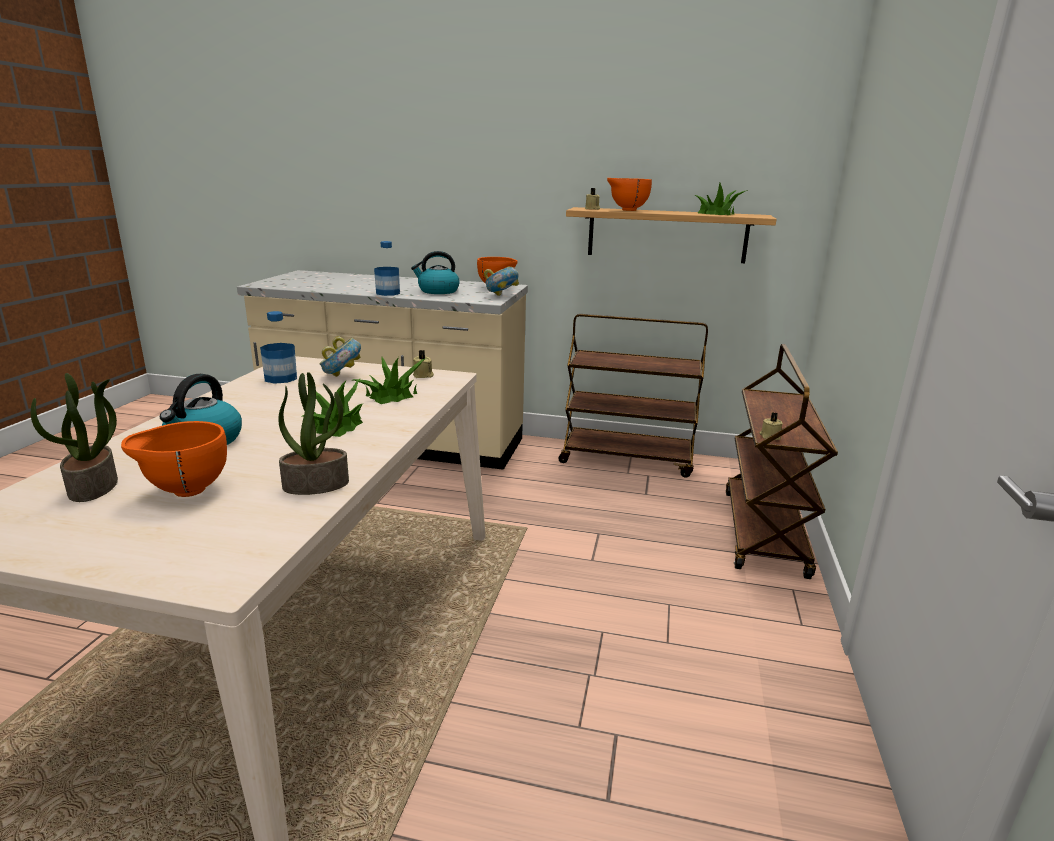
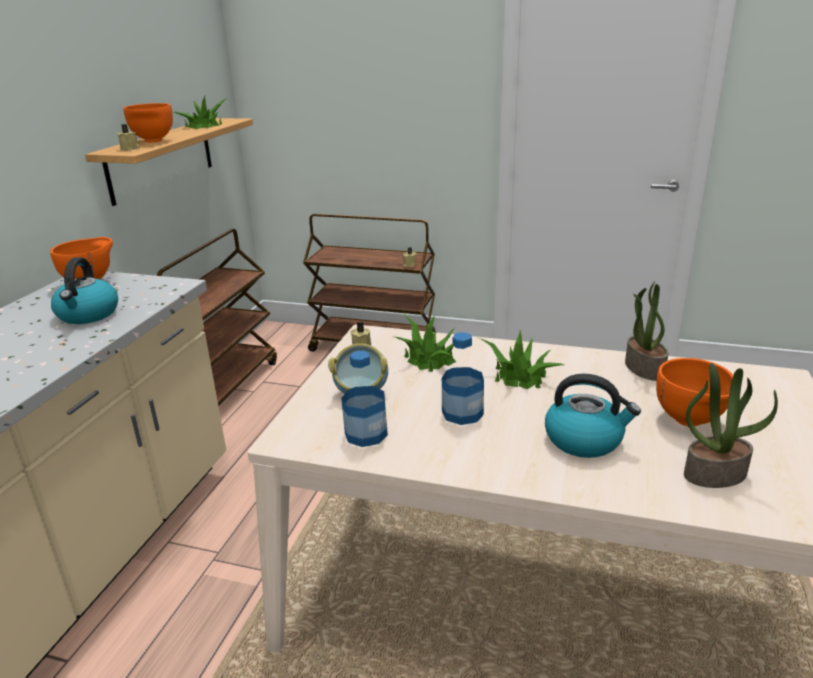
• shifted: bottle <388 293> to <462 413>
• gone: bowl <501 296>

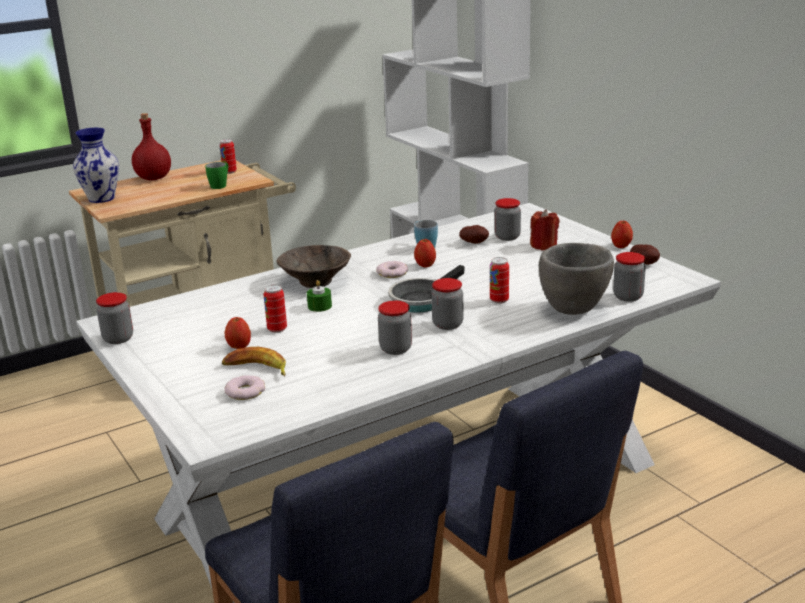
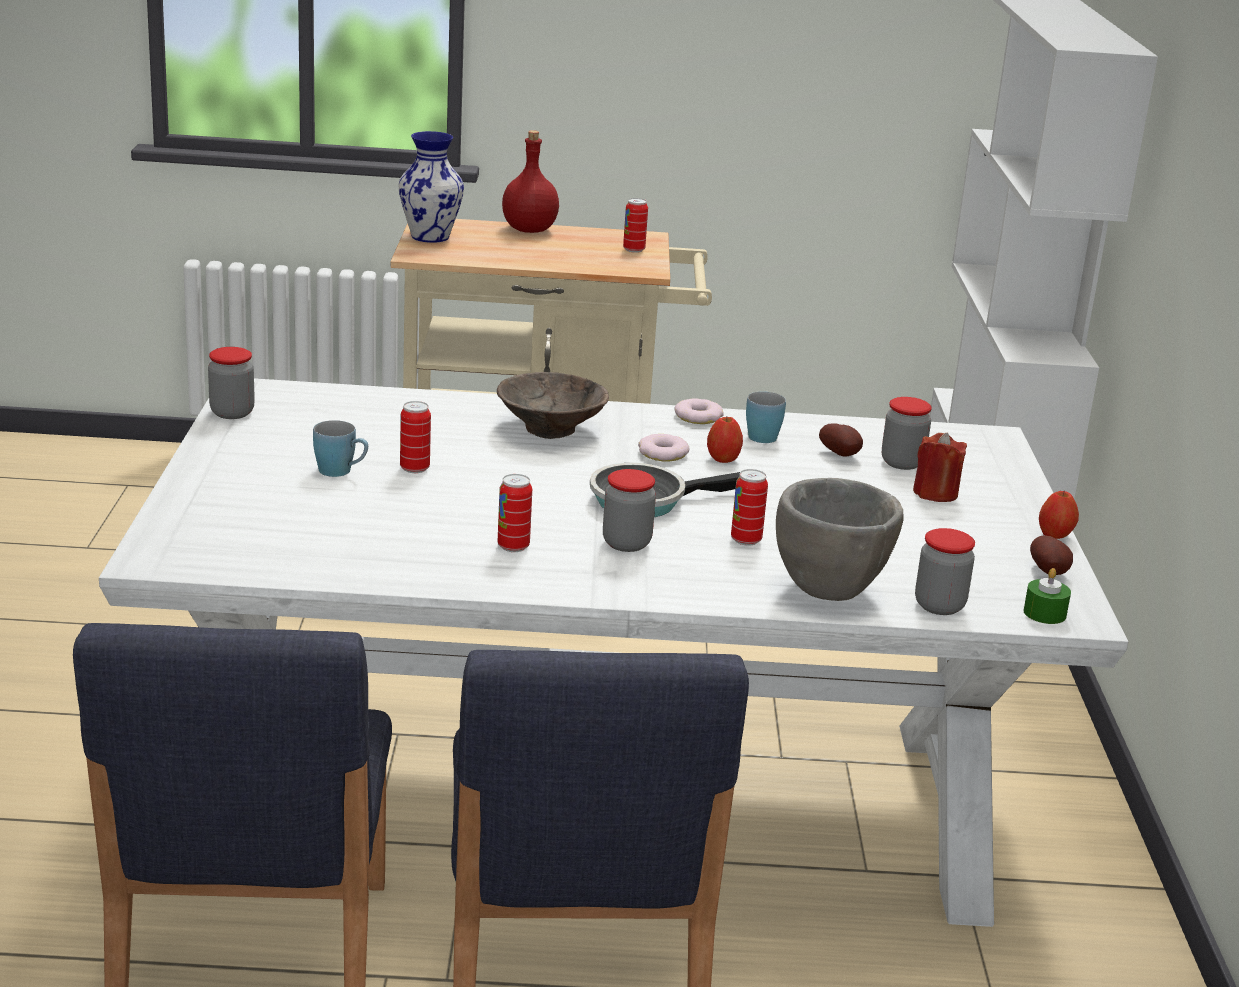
• gone: green_mug <220 185>
• shifted: green_candle <319 306> to <1044 613>
• swapped: jar <395 349> to can <513 546>
• swapped: apple <239 347> to blue_mug <342 472>
• gone: banana <256 369>
• shifted: donut <245 392> to <698 417>

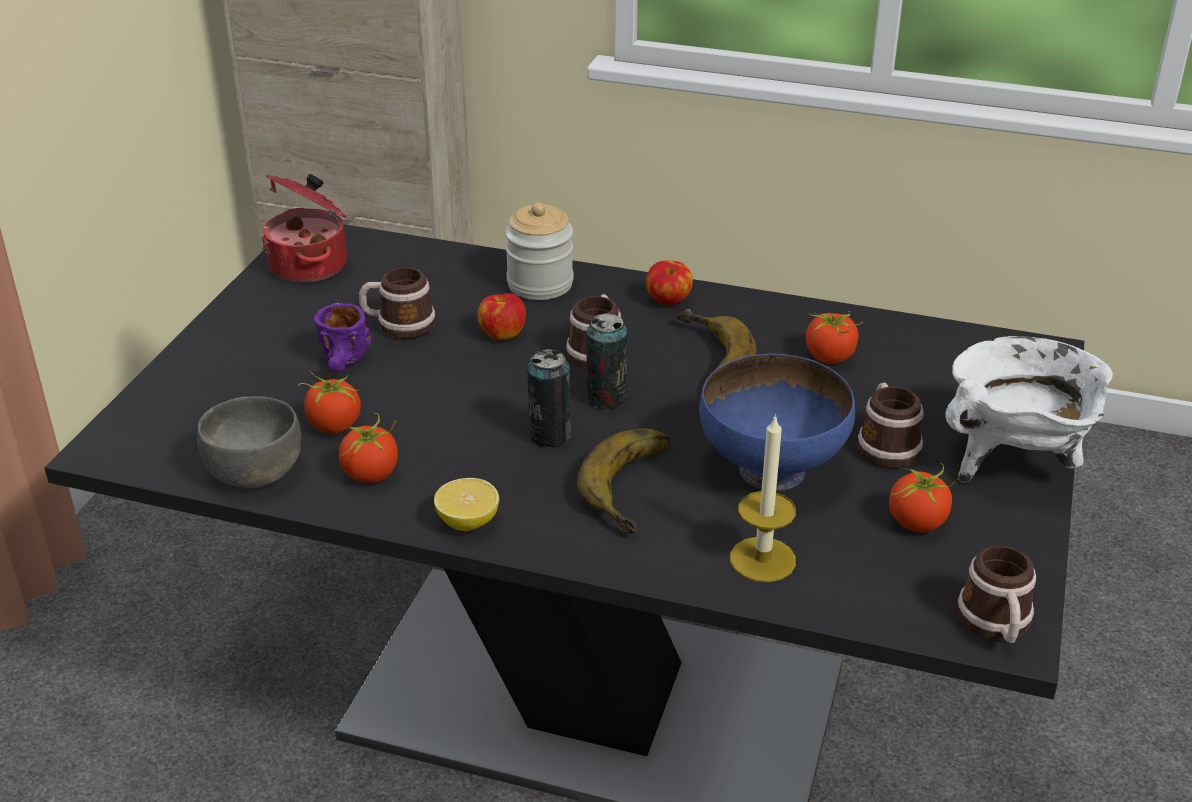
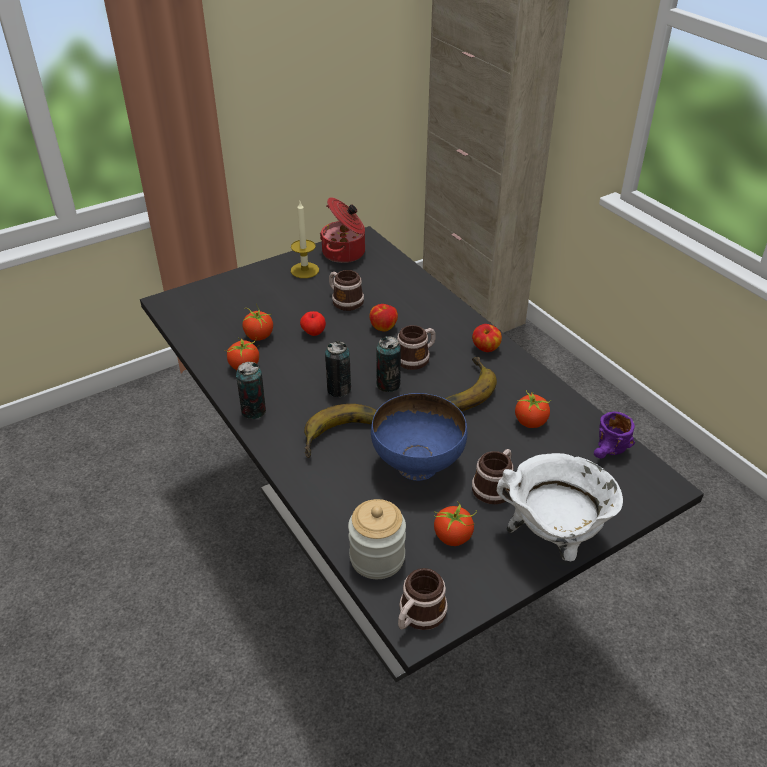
• shifted: jar <540 284> to <377 558>
• shifted: purple_mug <345 365> to <609 453>
• gone: grey_bowl <253 471>
• shifted: candle <762 559> to <305 270>
• swapped: lemon <468 521> to can <253 411>
• new: apple <313 333>

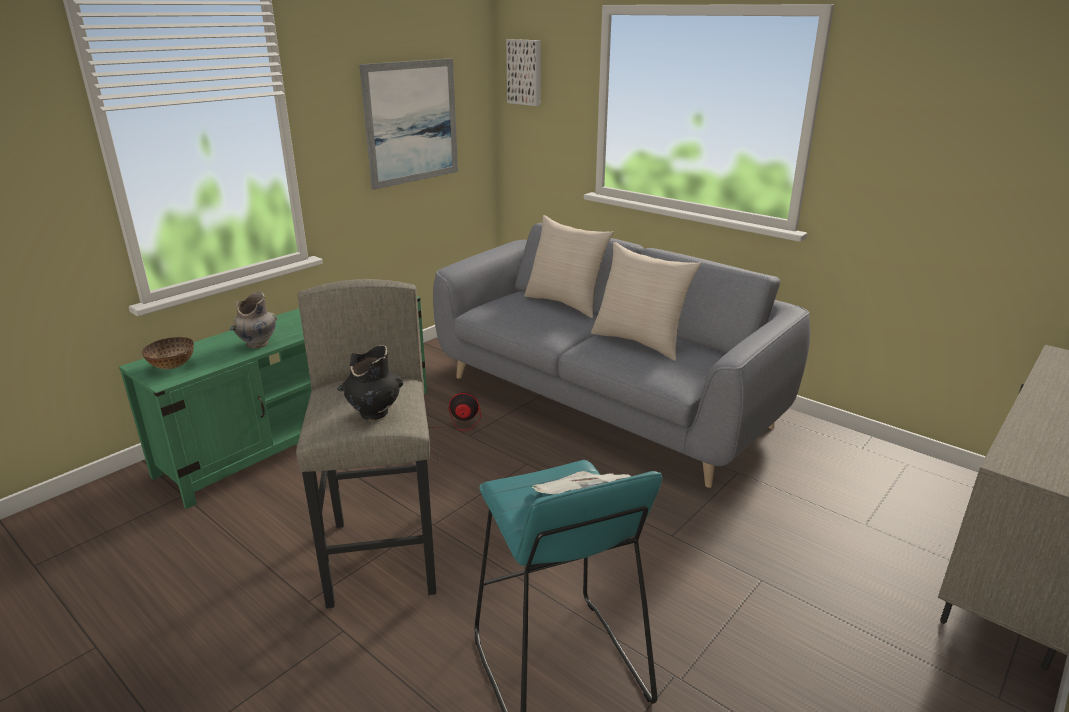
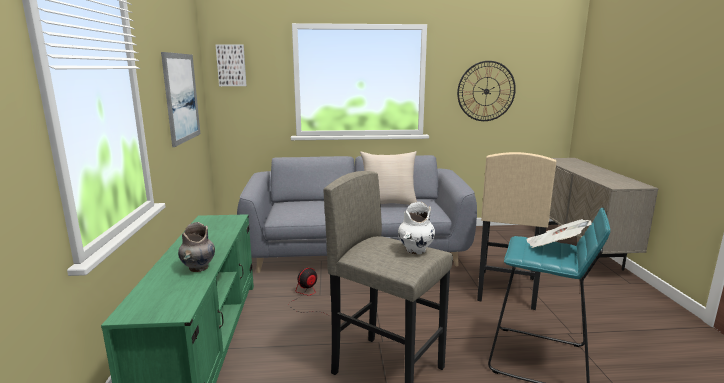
• gone: beige_pillow <566 303>
• gone: bowl <172 366>
• repainted: black_vase <373 413> to white_vase <415 251>
• new: wall_clock <486 91>
• new: beige_stool <505 289>

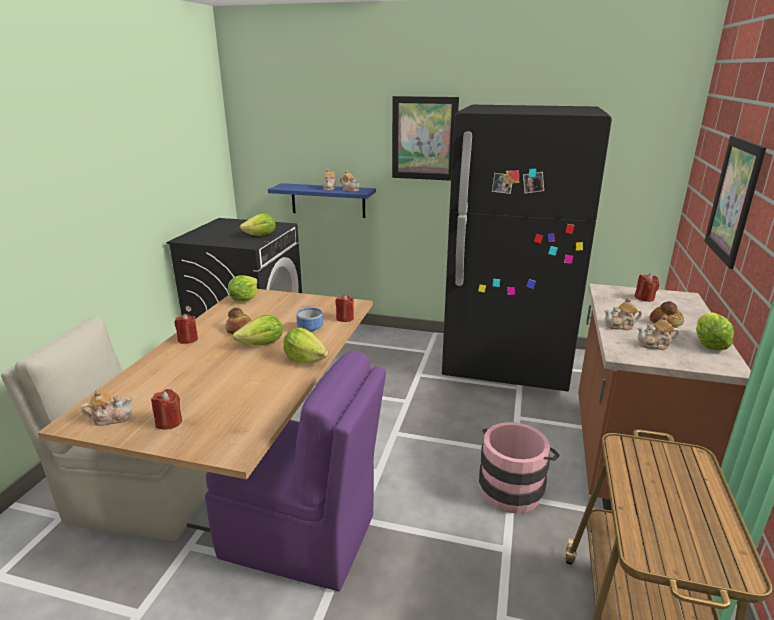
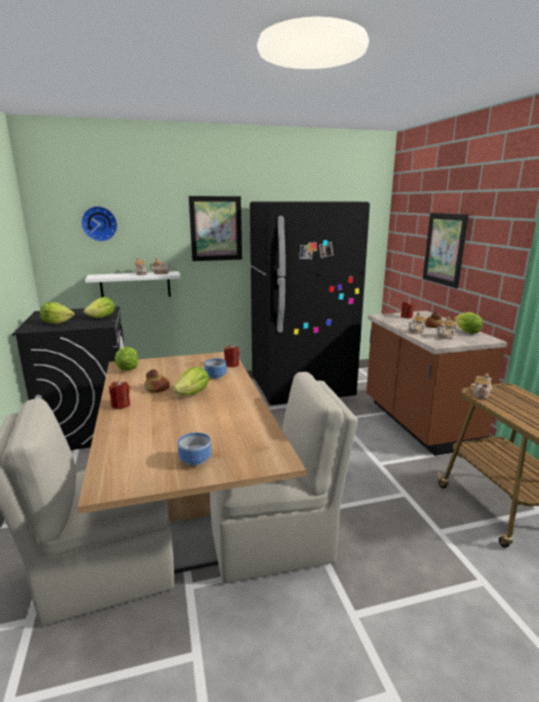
• repainted: blue_shelf <328 200> to white_shelf <135 285>
• shifted: lettuce <305 359> to <57 322>
• repainted: purple_chair <302 537> to beige_chair <274 541>
• shifted: teapot <111 418> to <481 394>
• swapped: red_candle <169 422> to bowl <196 460>
• gone: pink_bucket <513 487>
• new: wall_clock <99 223>

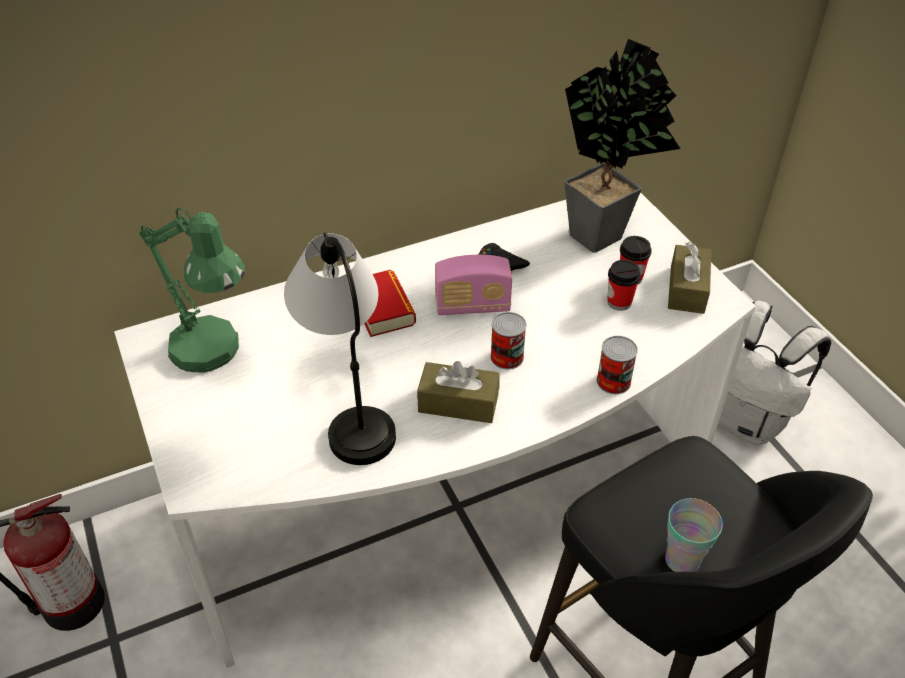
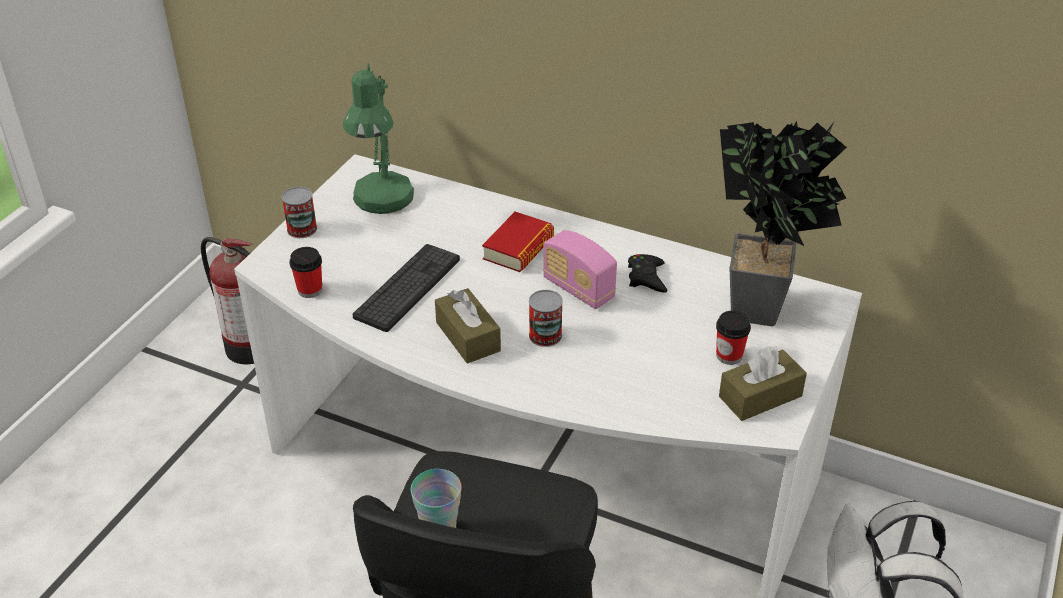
• swapped: table_lamp <351 404> to keyboard <407 288>
• shifted: cup <619 302> to <310 290>
• shifted: can <613 381> to <302 229>

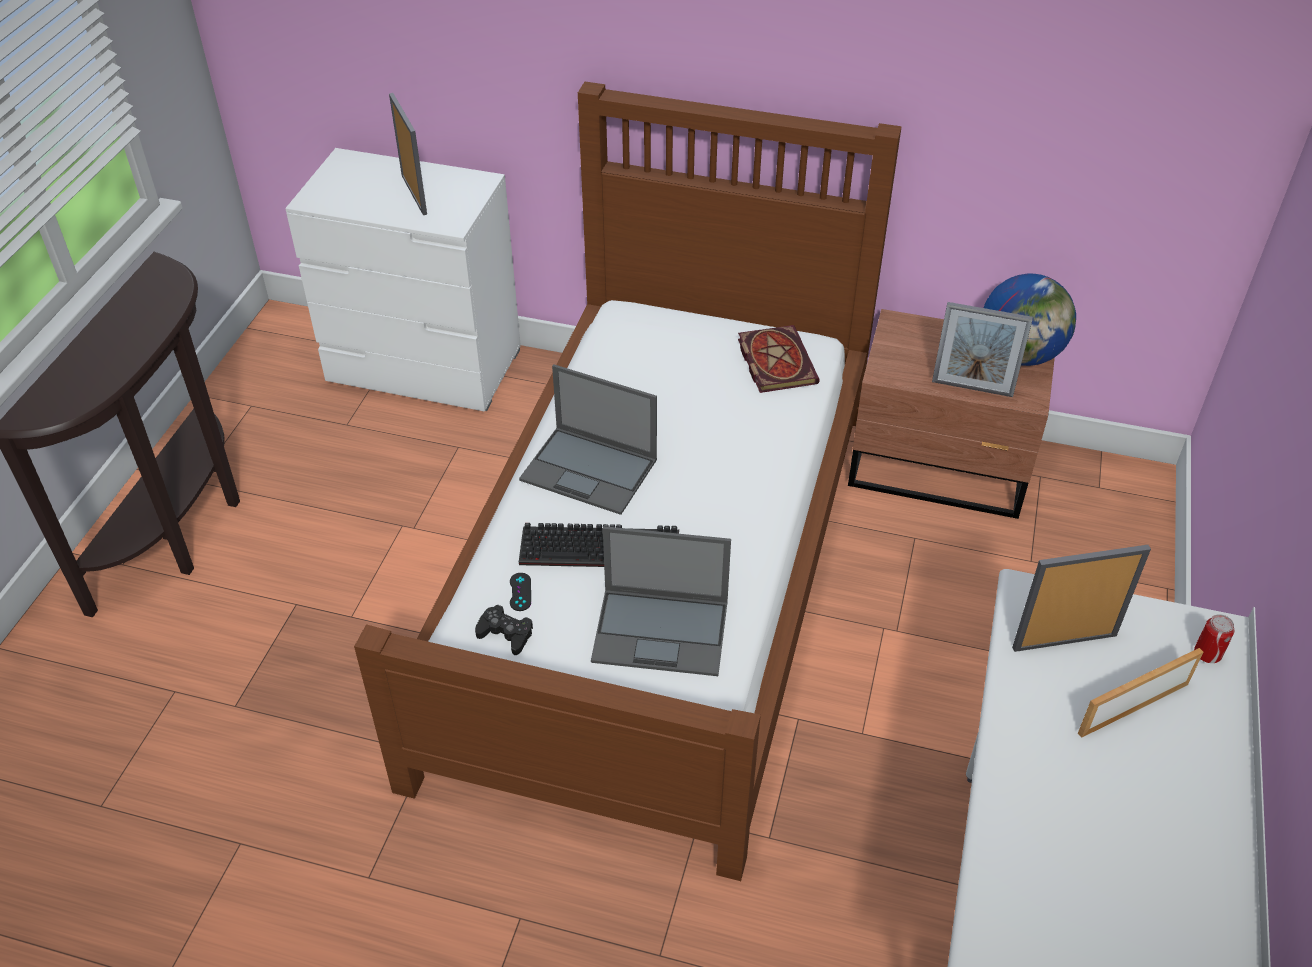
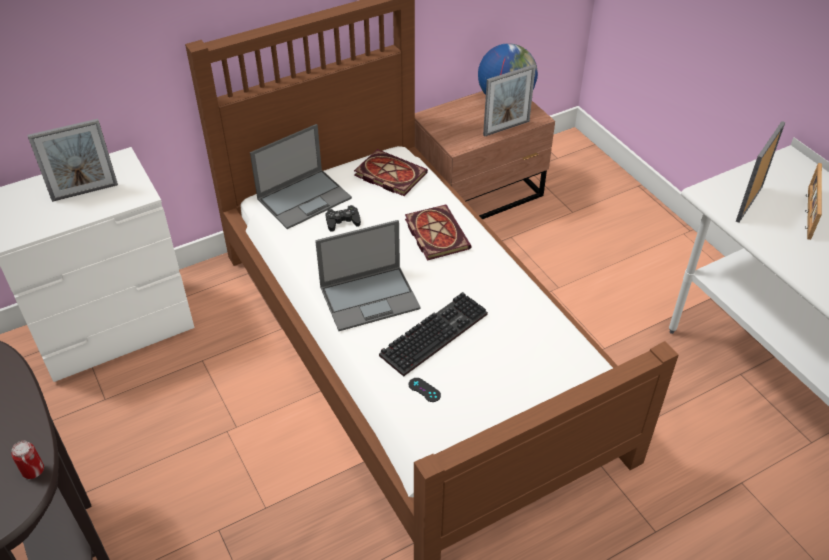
• rotated: picture_frame <414 195> = <85 192> 135 degrees clockwise
• shifted: laptop <662 631> to <305 198>
• shifted: black_game_controller <505 634> to <342 221>
• shifted: can <1207 654> to <33 470>
• new: book <435 233>

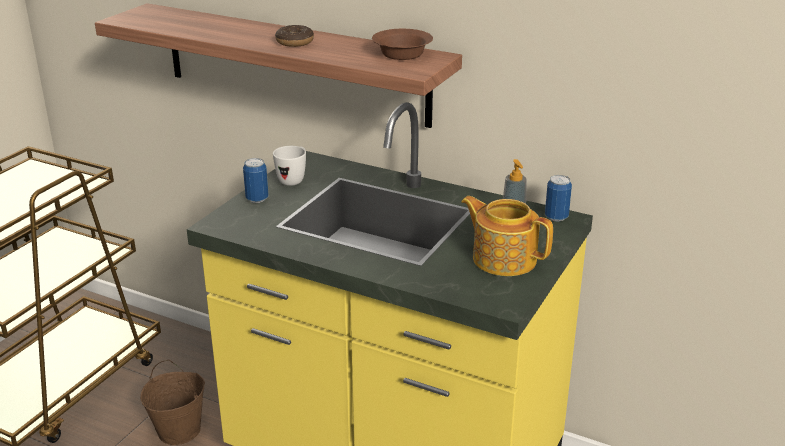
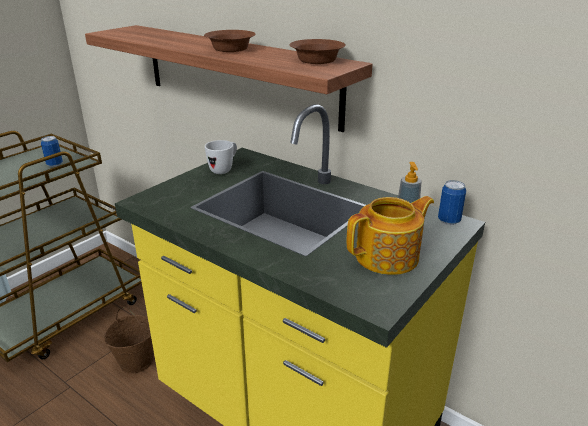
• swapped: donut <295 42> to brown_bowl <229 49>
• shifted: can <257 199> to <54 164>
• rotated: teapot <503 258> = <388 257> 105 degrees clockwise

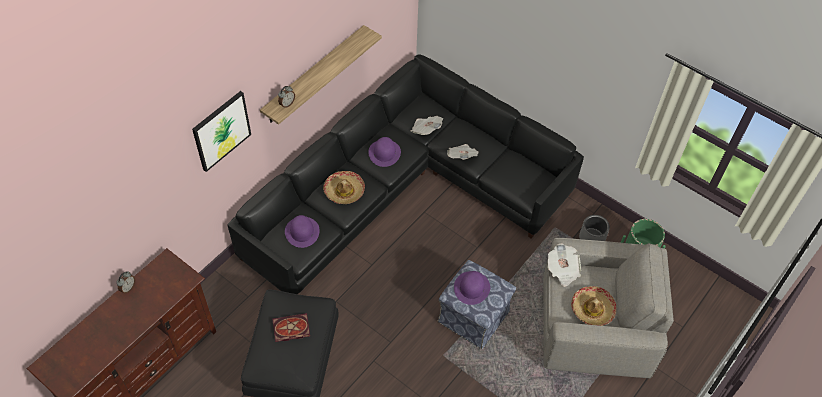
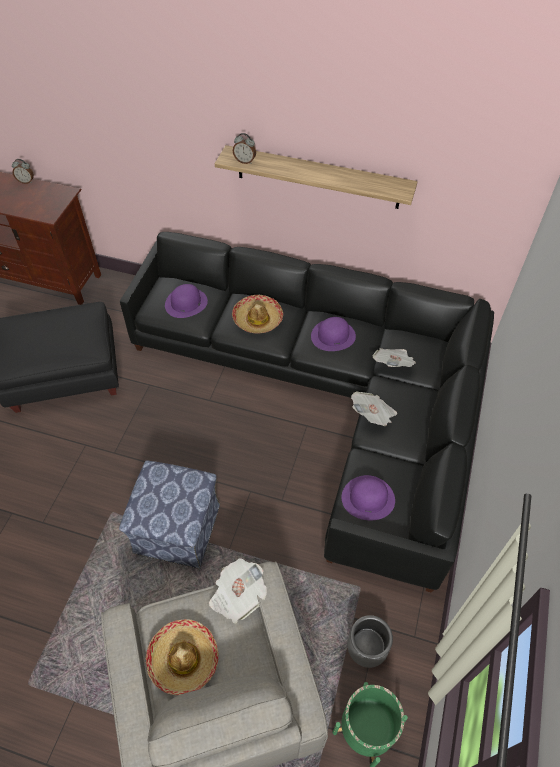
• gone: picture <221 130>
• shifted: purple_hat <472 287> to <368 498>
• gone: book <290 329>

